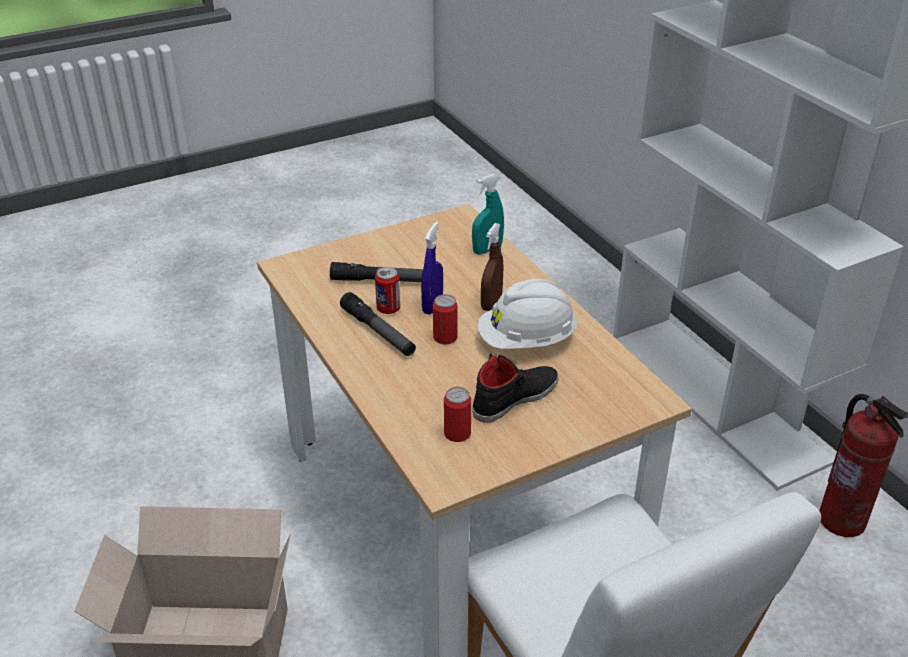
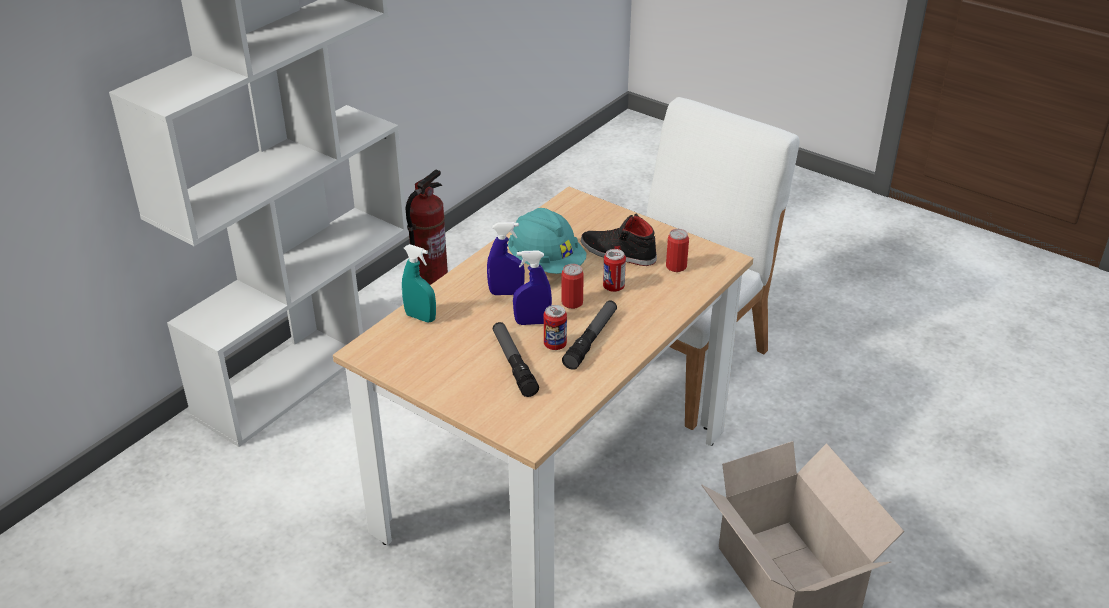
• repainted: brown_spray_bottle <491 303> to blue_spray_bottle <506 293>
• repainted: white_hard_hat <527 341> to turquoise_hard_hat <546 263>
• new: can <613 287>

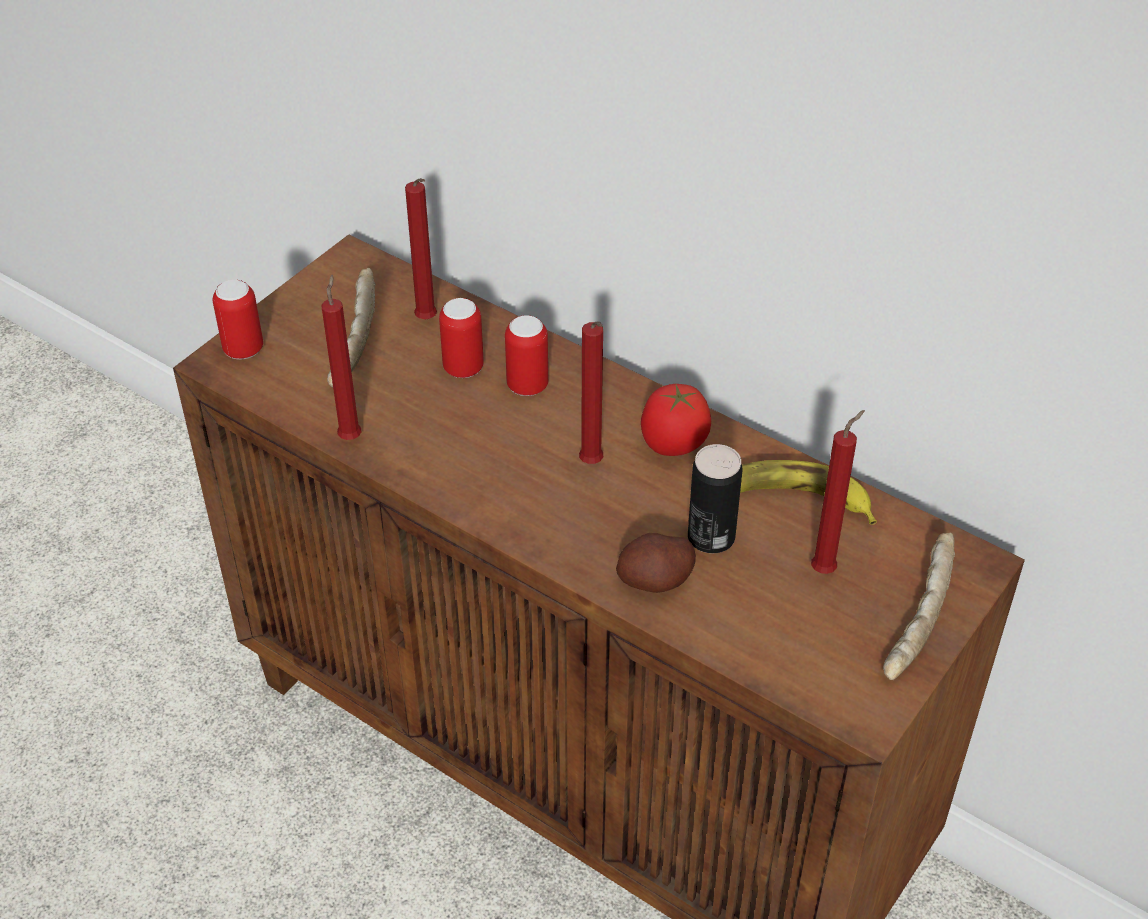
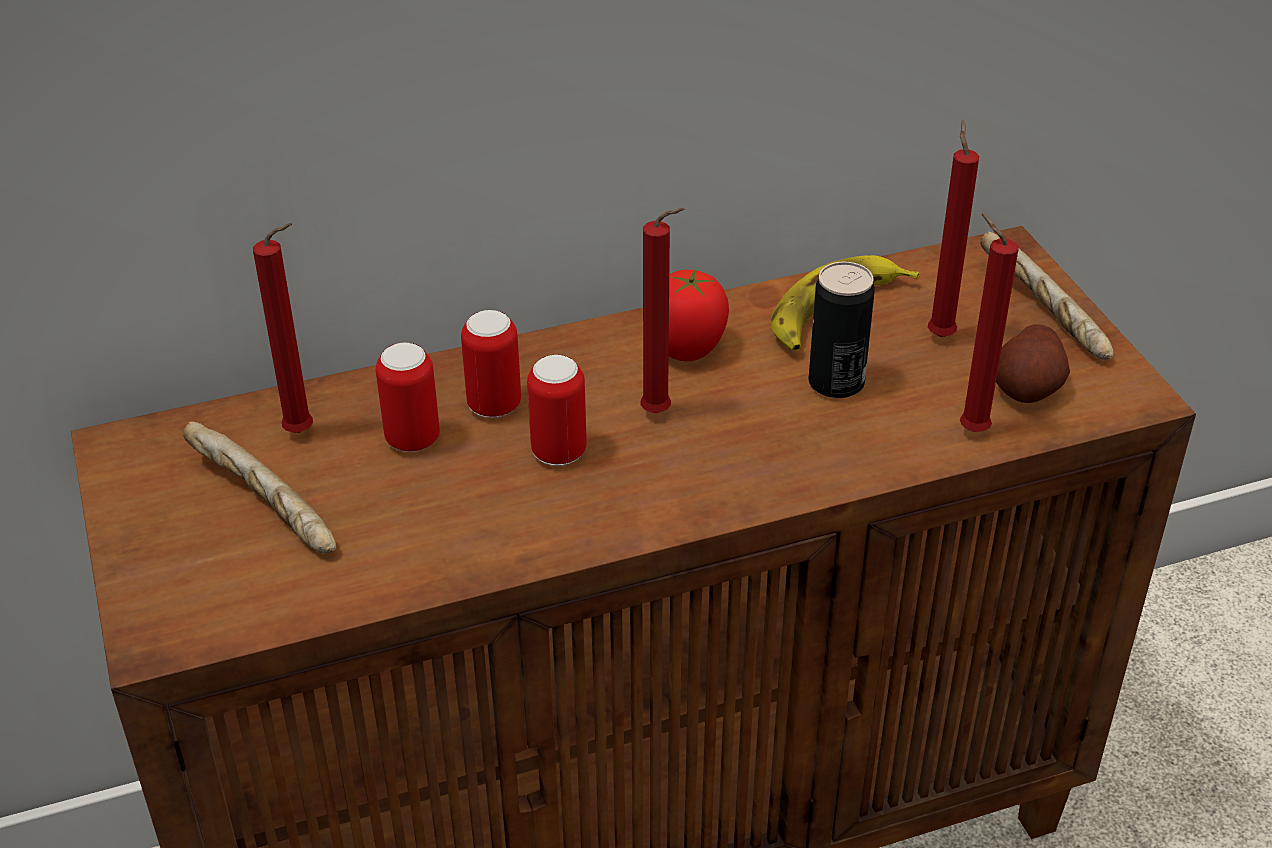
• shifted: red_candle <351 435> to <969 429>
• shifted: can <243 349> to <559 452>
• shifted: potato <655 580> to <1027 388>

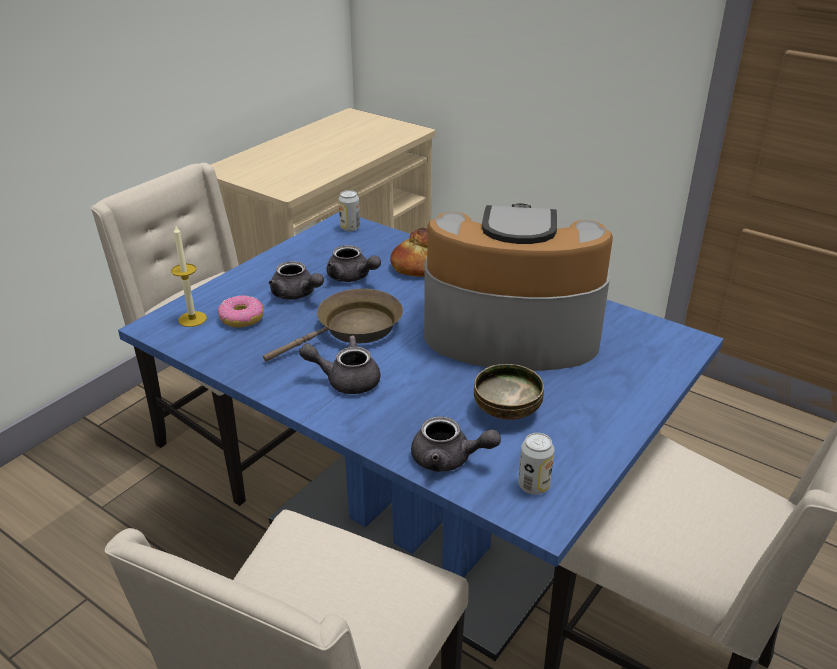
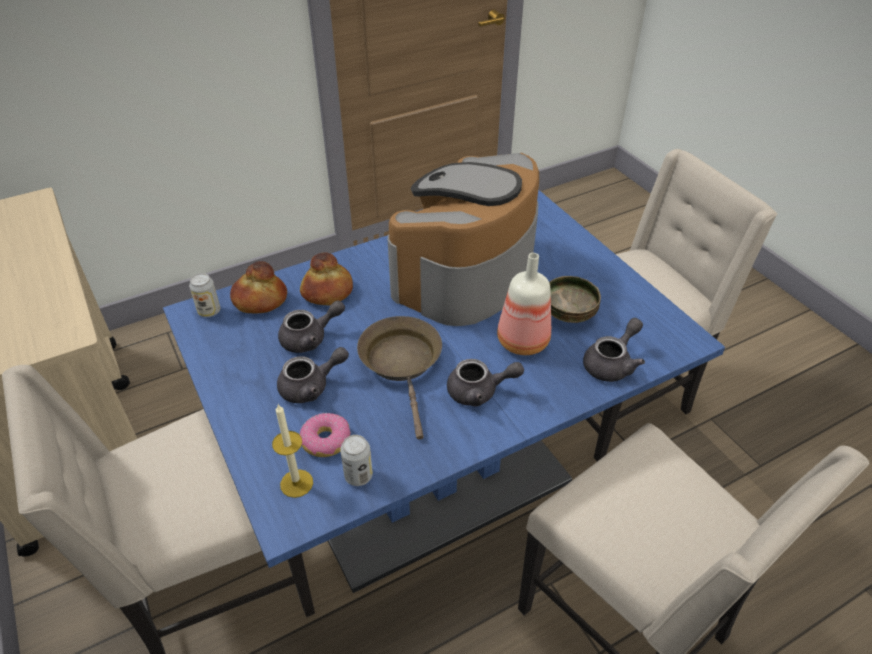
• rotated: grey_teapot <346 380> = <479 392> 120 degrees counterclockwise
• shifted: can <533 486> to <358 476>
• new: bottle <521 342>
• new: bread <259 300>

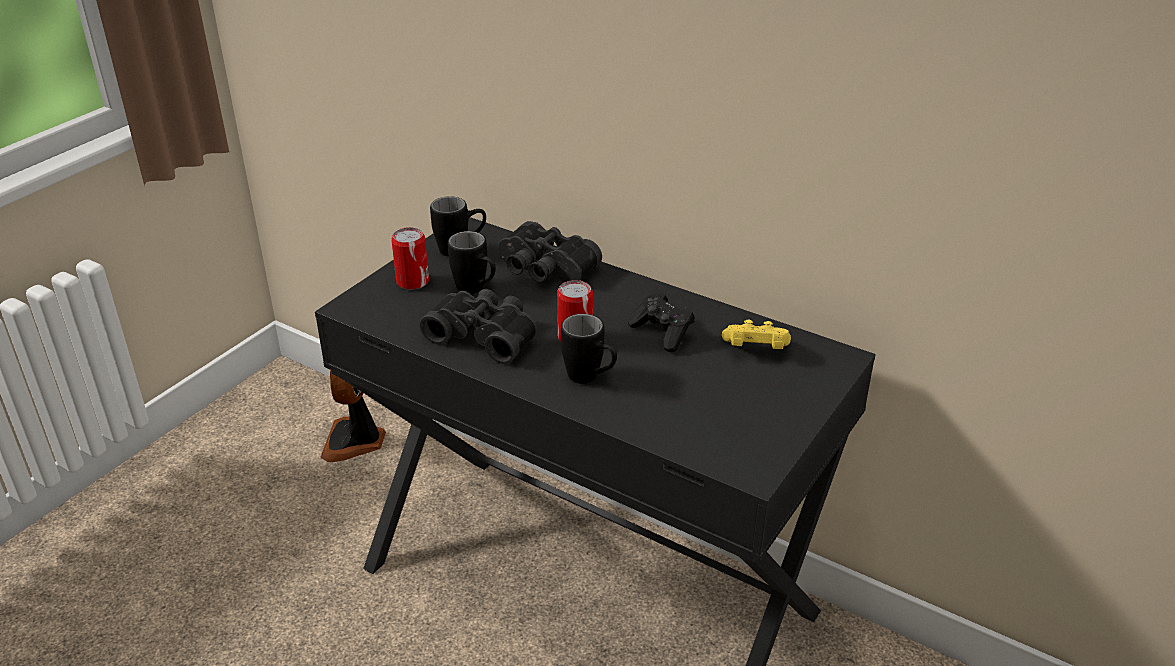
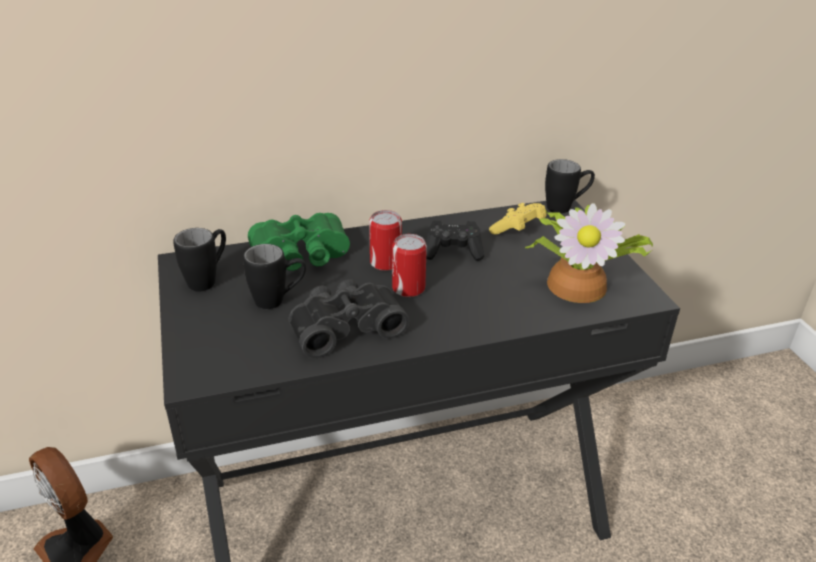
• repainted: black_binoculars <544 270> to green_binoculars <301 257>
• shifted: can <412 281> to <385 262>
• shifted: black_mug <590 379> to <565 207>
• new: potted_plant <579 283>

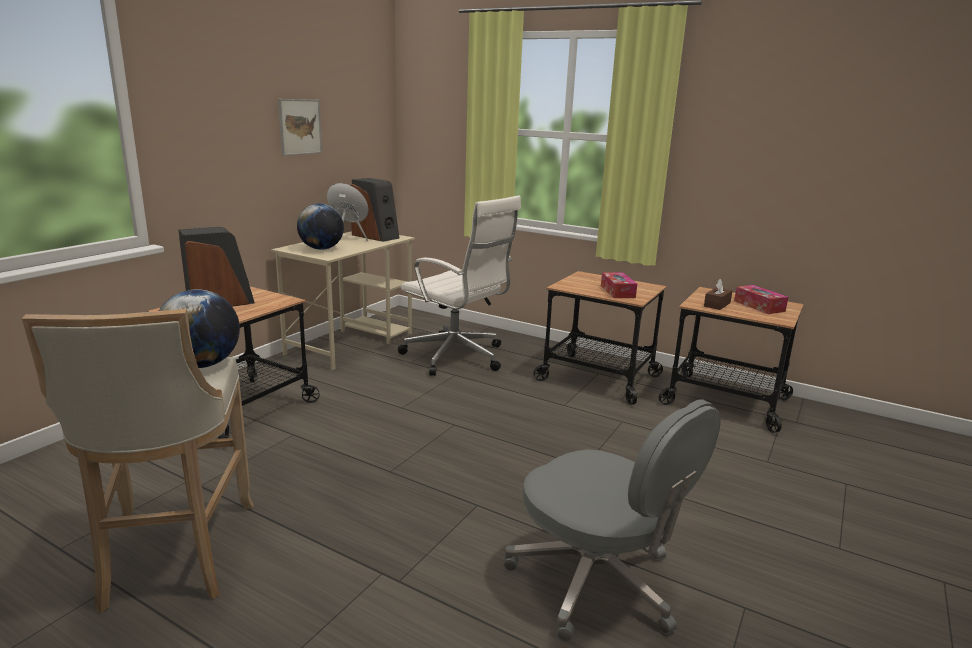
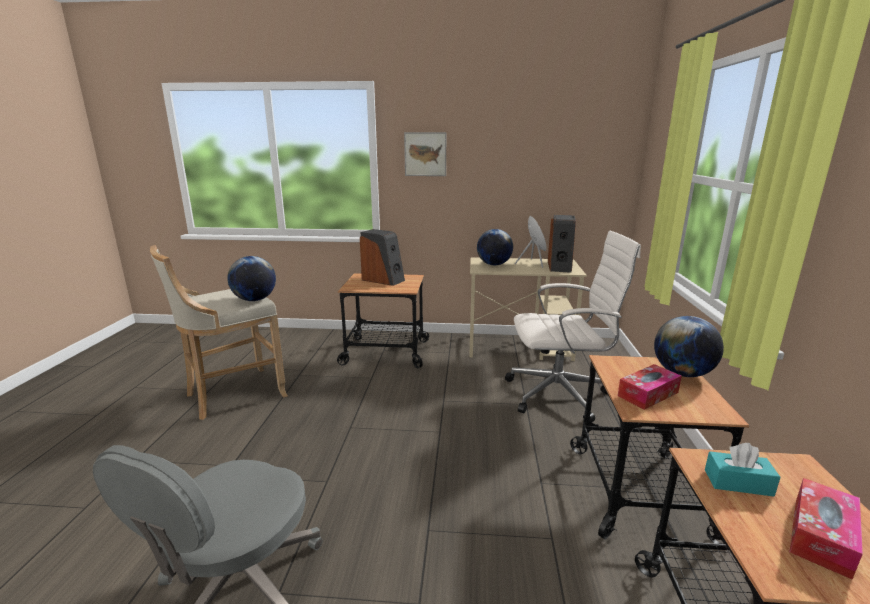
• shifted: picture <300 127> to <425 154>
• rotated: white_office_chair <457 357> = <560 394> 105 degrees counterclockwise
• repainted: brown_tissue_box <717 304> to turquoise_tissue_box <738 483>
• new: globe <682 373>

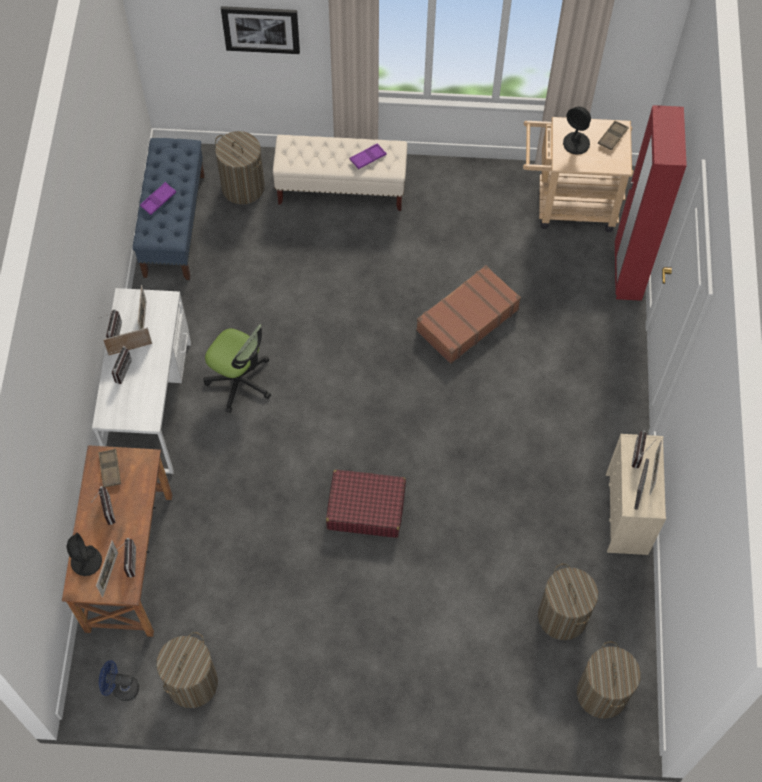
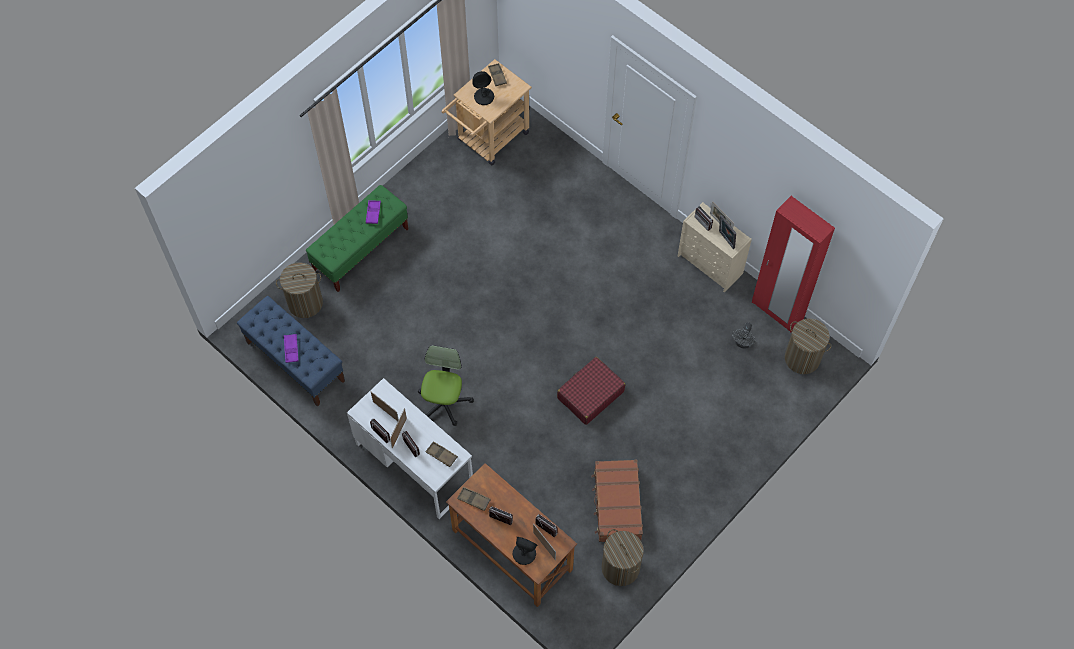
• gone: picture <261 29>
• shifted: red_wardrobe <627 272> to <777 311>
• repainted: beige_bench <341 189> to green_bench <361 249>
• shifted: brown_suitcase <466 320> to <617 504>
• rotated: office_chair <240 381> = <444 402> 60 degrees counterclockwise
• swapped: laundry_basket <562 616> to grey_fan <742 343>
• gone: blue_fan <121 688>
• new: brown_tray <441 455>

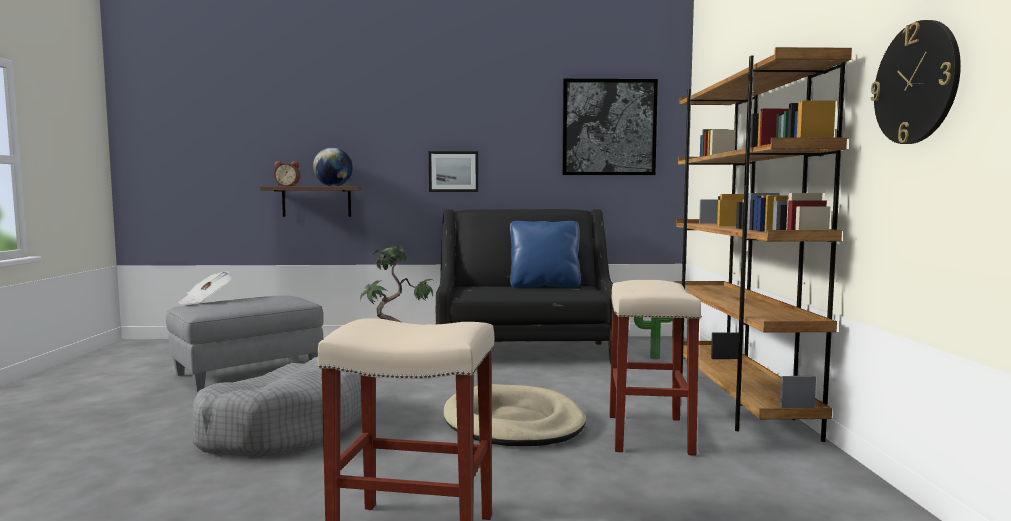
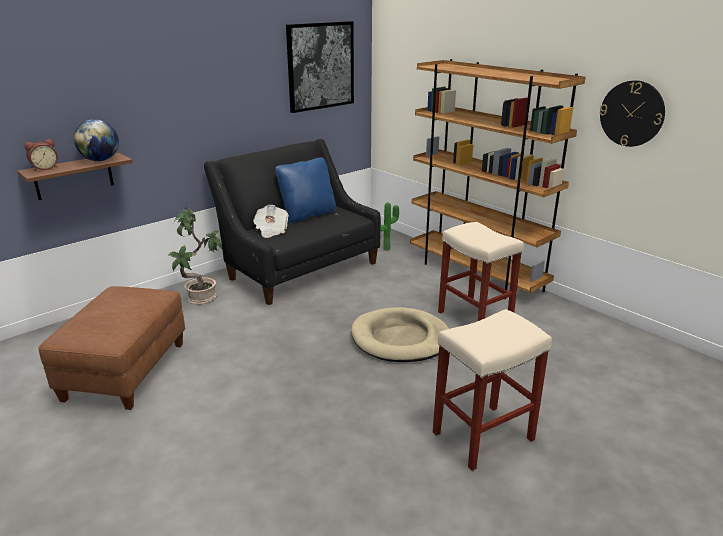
• gone: picture <453 171>
• shifted: newspaper <205 301> to <271 230>
• repainted: grey_ottoman <249 372> to brown_ottoman <125 371>
• gone: grey_dog_bed <287 427>

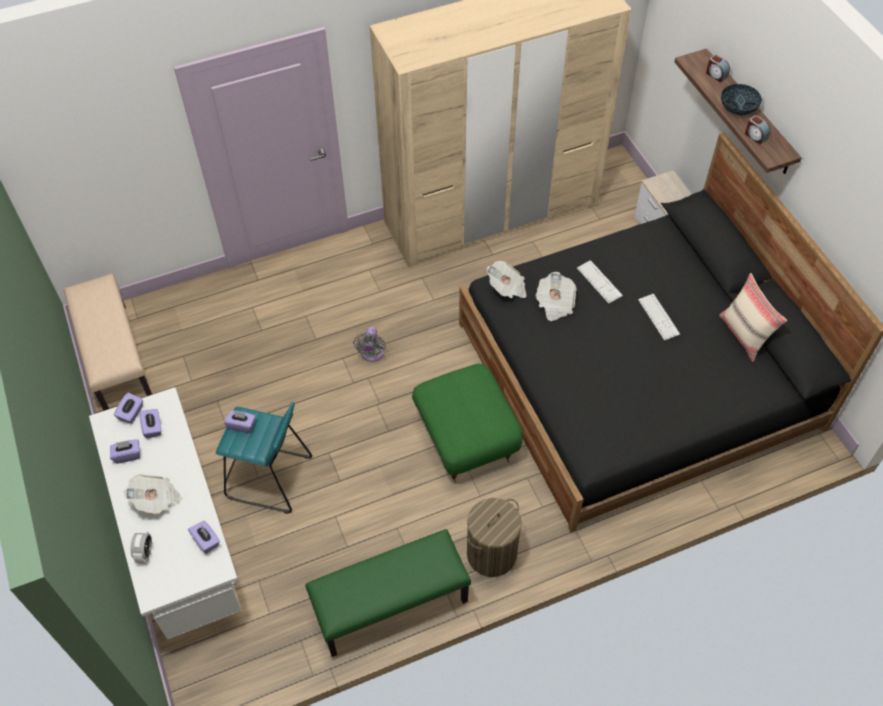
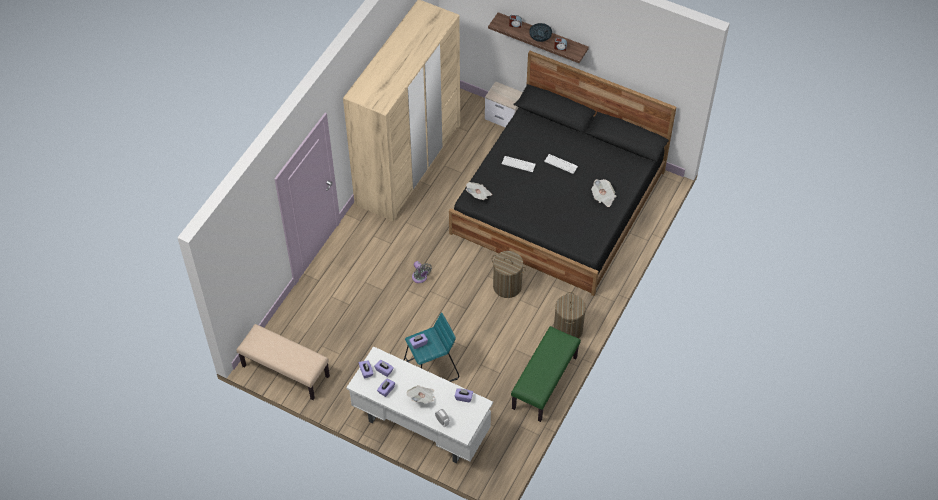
• shifted: newspaper <555 304> to <603 197>
• gone: beige_pillow <744 335>
• swapped: green_ottoman <467 438> to laundry_basket <507 286>

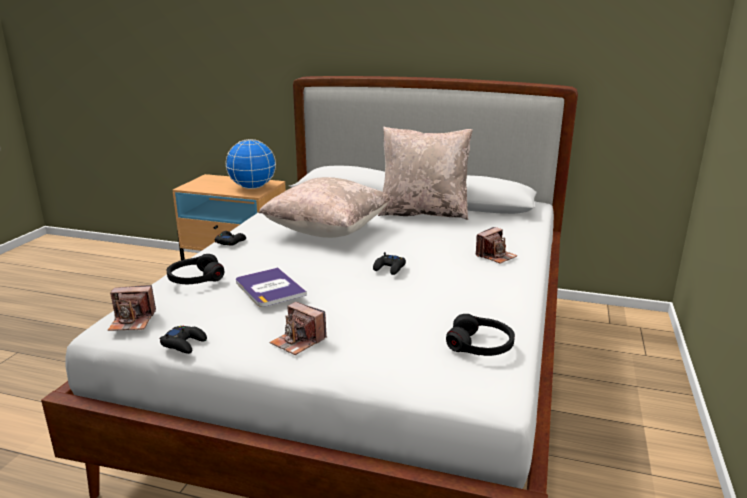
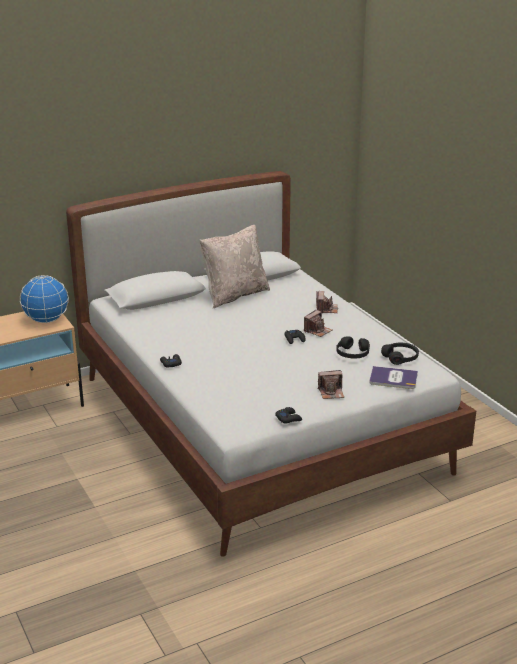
• gone: beige_pillow <328 231>
• shifted: black_headphones <195 279> to <352 354>
• shifted: book <269 288> to <393 378>
• shifted: photo_camera <132 321> to <317 331>

